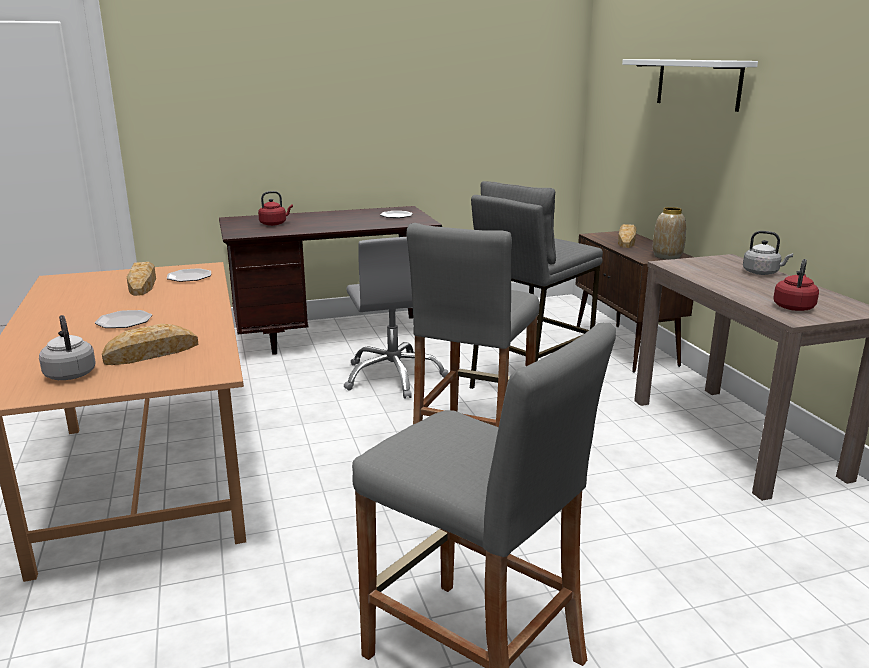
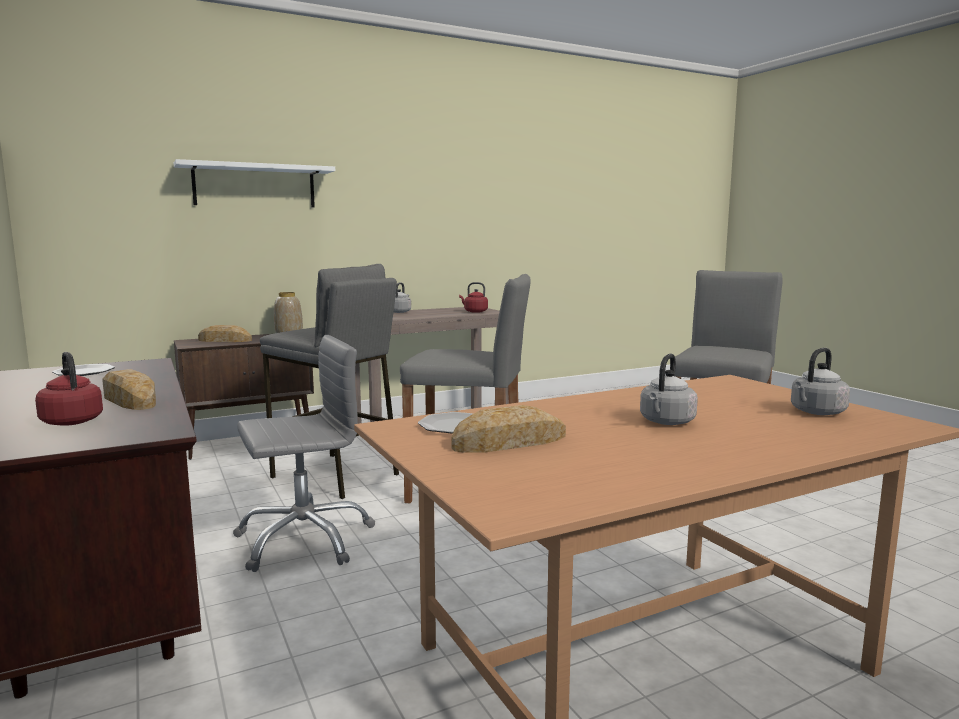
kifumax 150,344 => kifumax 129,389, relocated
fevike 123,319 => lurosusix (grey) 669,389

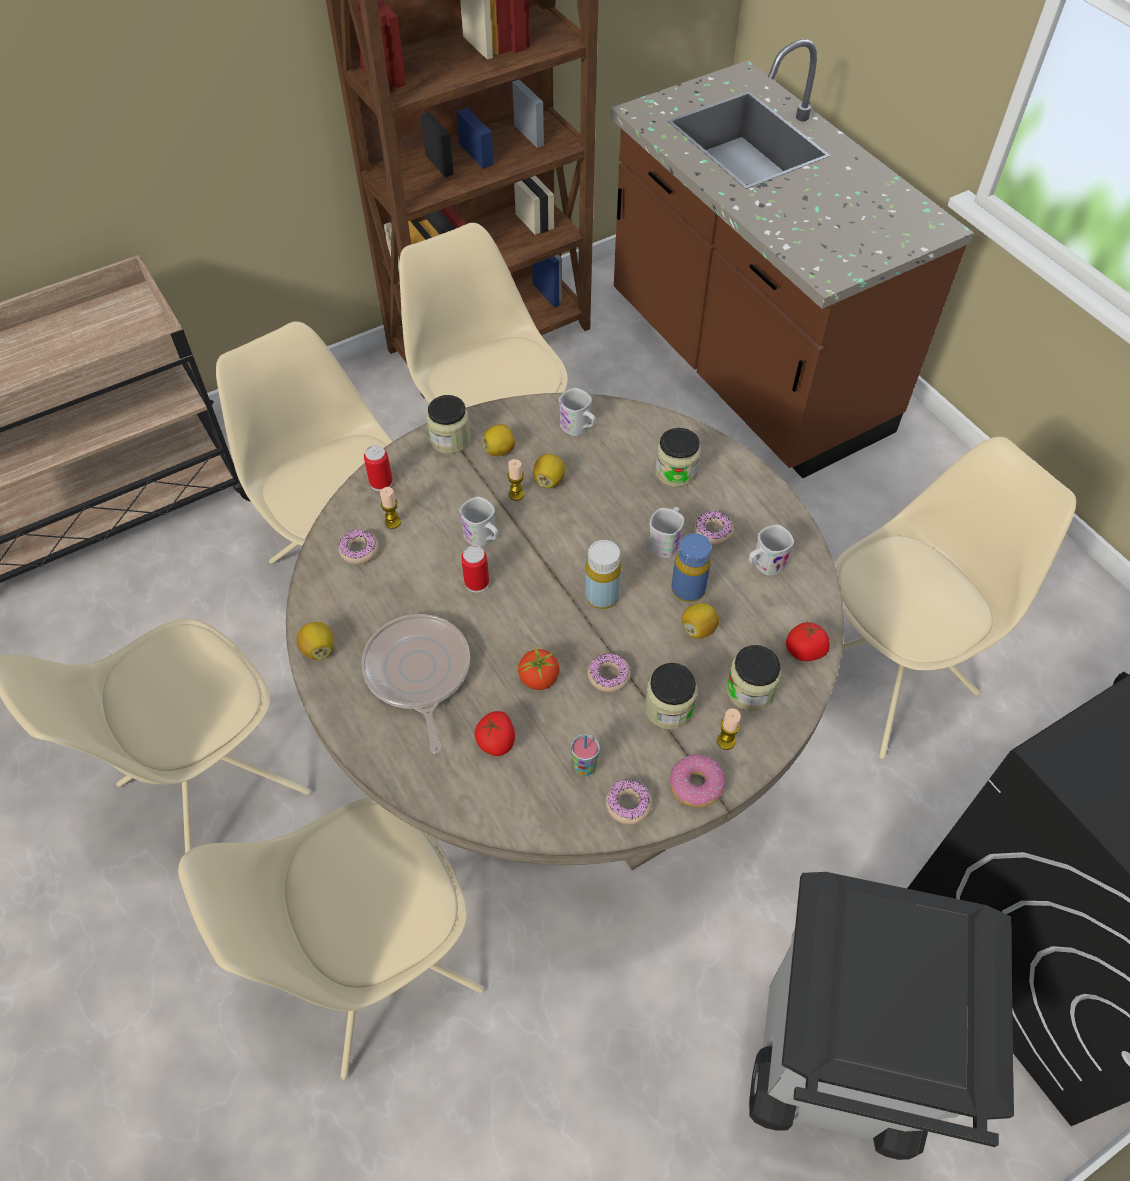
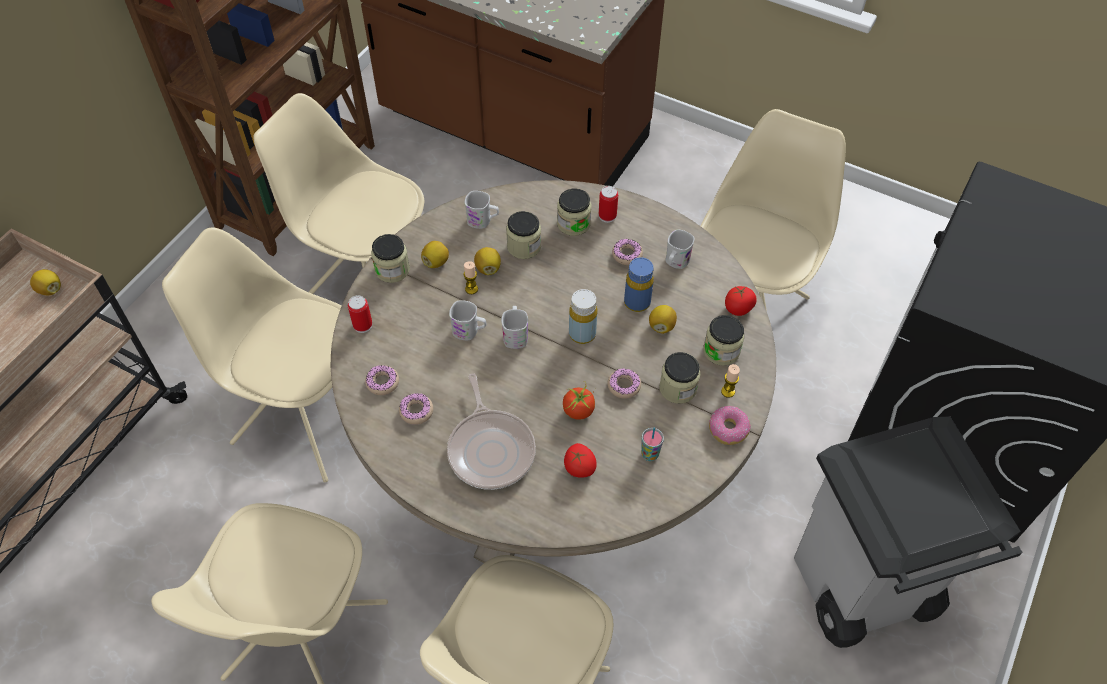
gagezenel 390,508 => nothing
nothing => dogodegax 523,235
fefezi 315,641 => fefezi 45,282, relocated
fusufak 475,569 => fusufak 608,204, relocated
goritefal 629,801 => goritefal 416,409, relocated
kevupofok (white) 666,532 => kevupofok (white) 514,327, relocated
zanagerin 415,684 => zanagerin 491,431, 150 degrees counterclockwise

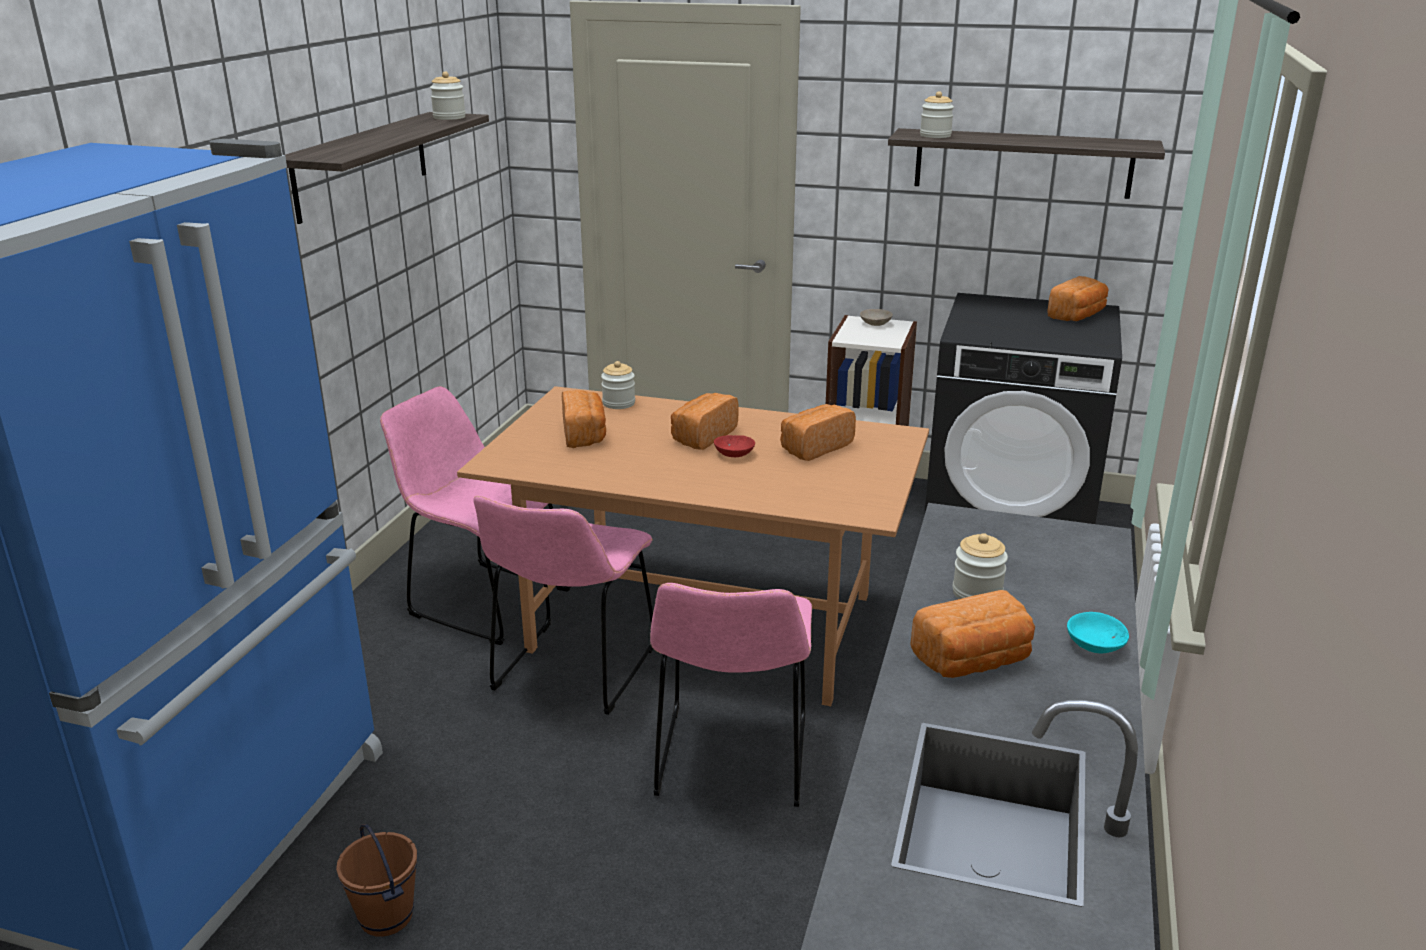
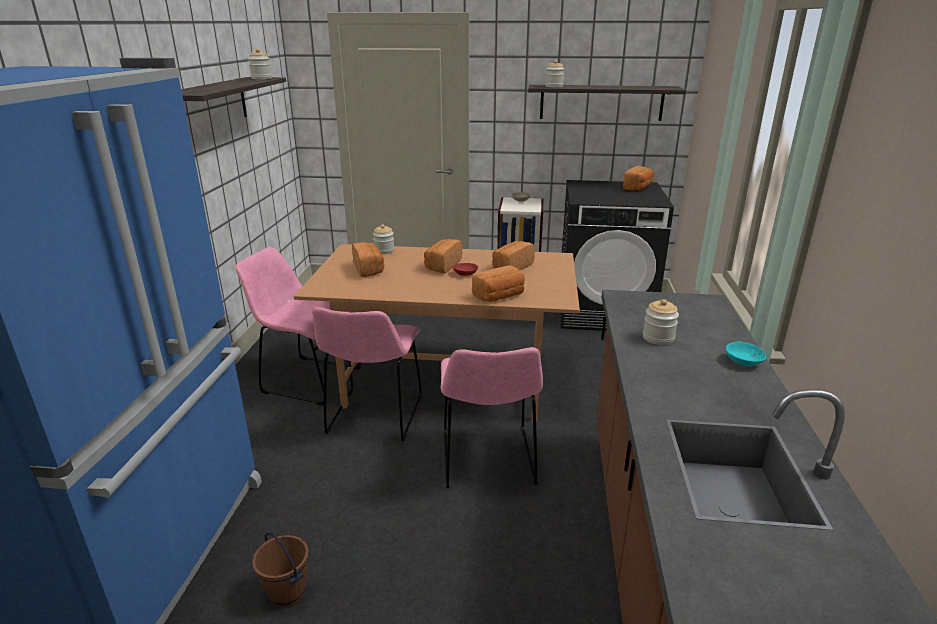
kifumax 972,634 => kifumax 498,283, relocated

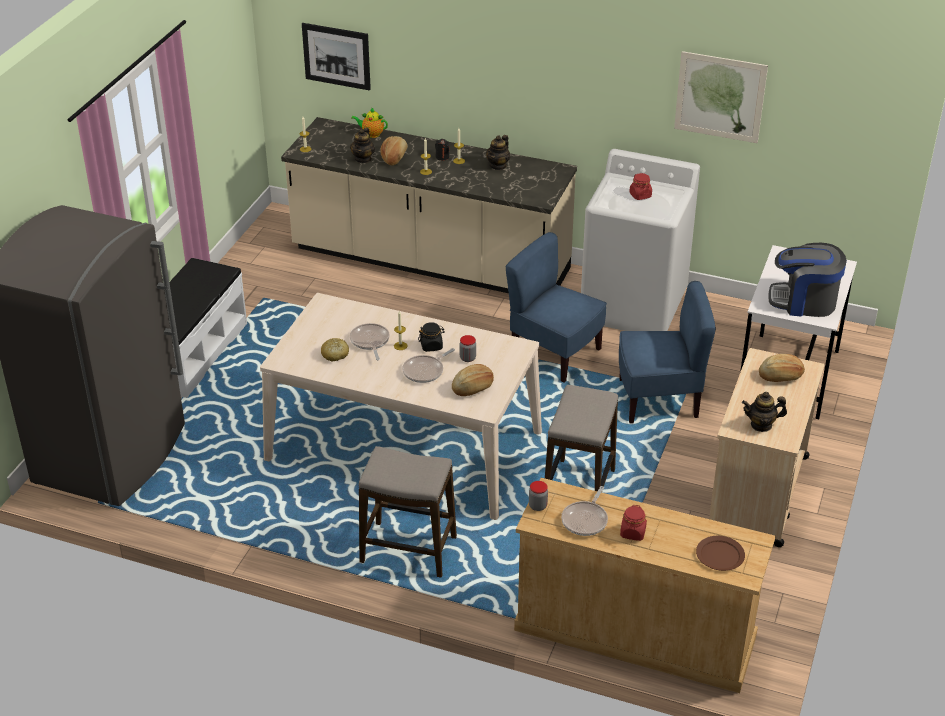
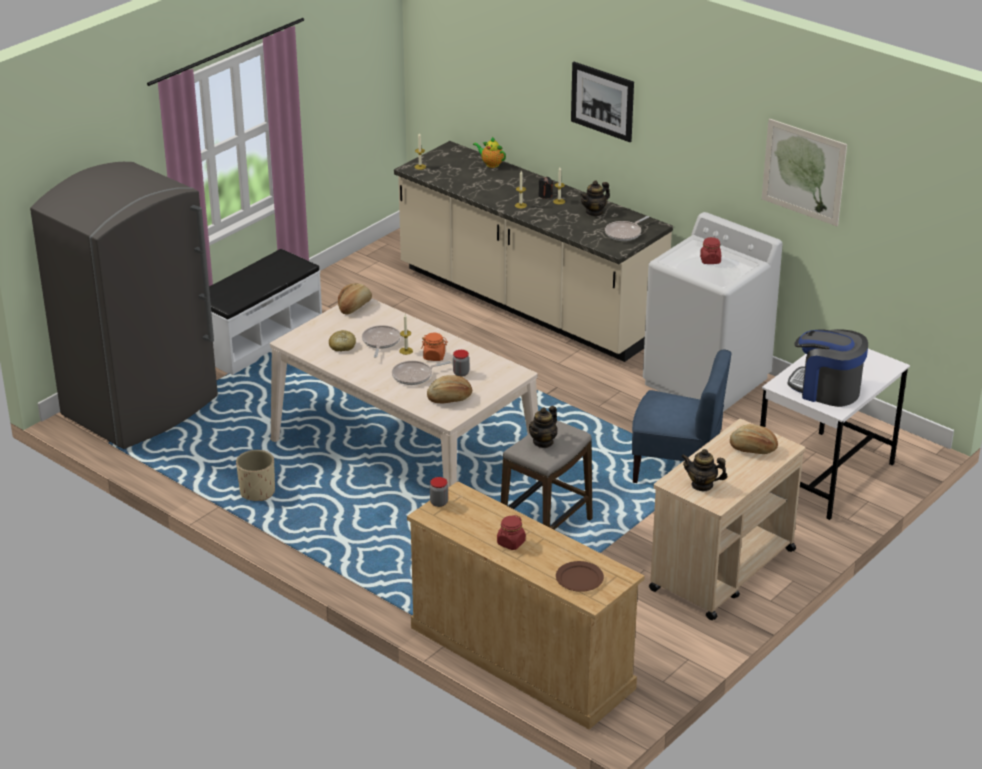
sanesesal 408,512 => nothing
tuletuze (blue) 556,307 => nothing
nothing => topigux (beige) 255,475
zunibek 336,56 => zunibek 602,102, relocated
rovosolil 362,145 => rovosolil 543,427, relocated
kifumax 394,150 => kifumax 355,299, relocated
zanagerin 584,511 => zanagerin 627,228, relocated
dogodegax (black) 431,337 => dogodegax (orange) 434,347

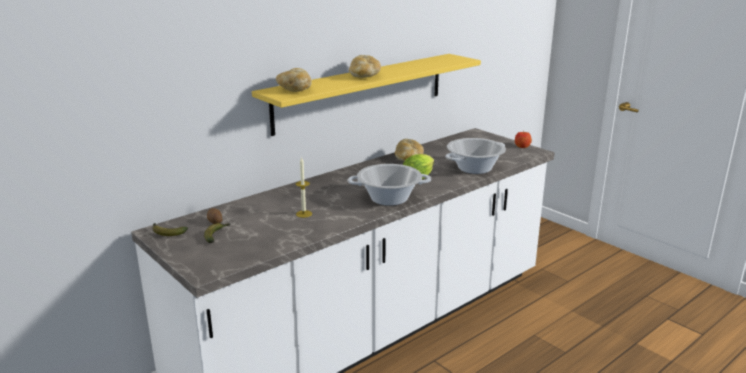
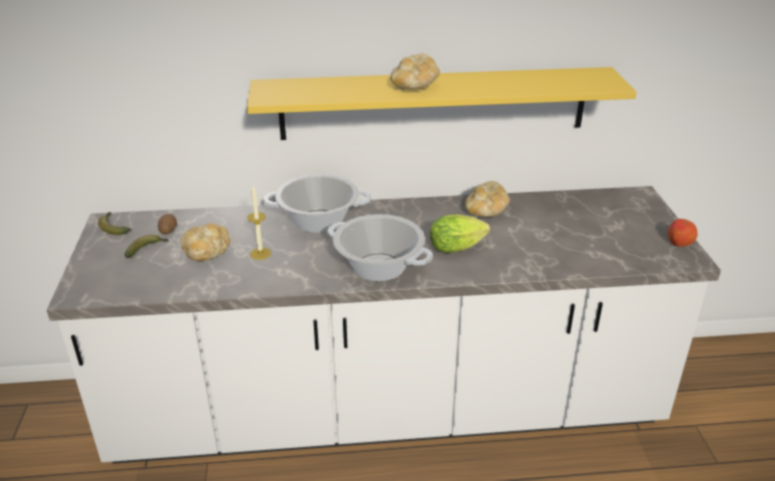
kifumax 294,80 => kifumax 205,242, relocated
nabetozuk 476,156 => nabetozuk 317,203, relocated

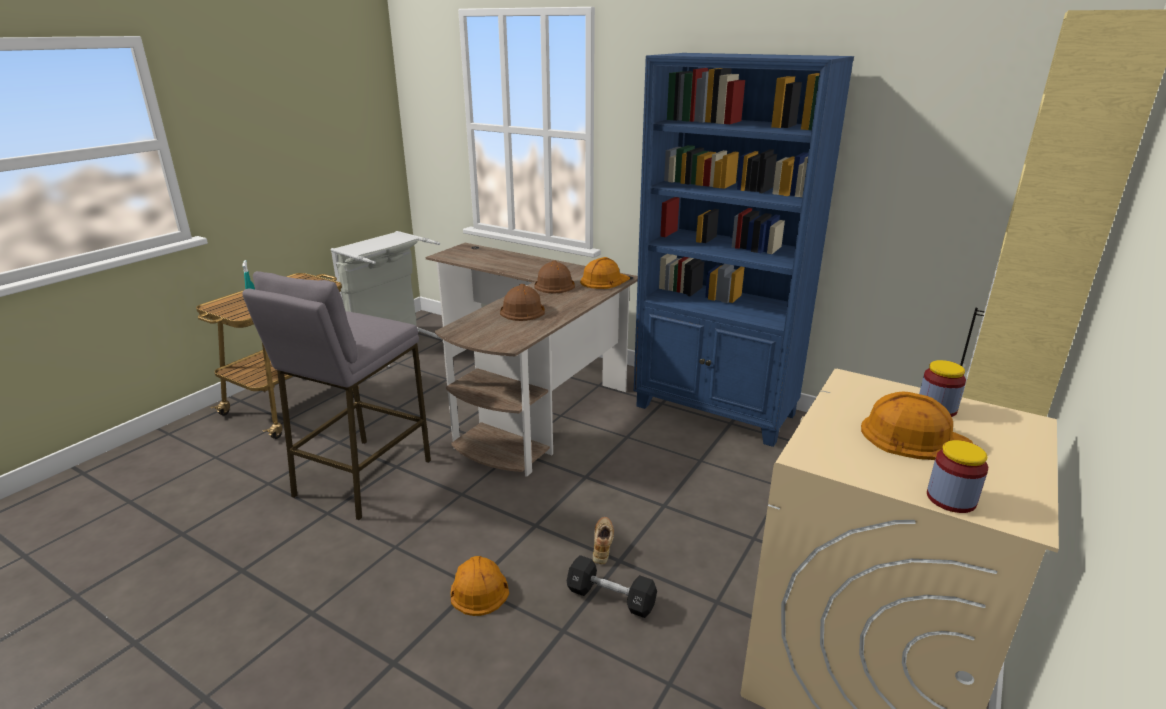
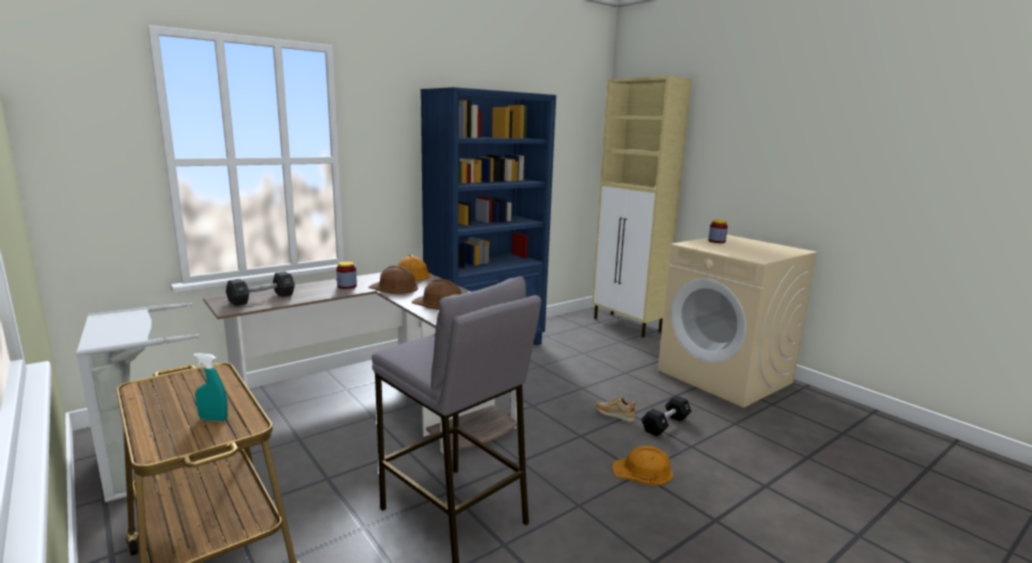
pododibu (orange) 917,425 => nothing
nothing => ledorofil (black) 260,288
dogodegax 957,476 => dogodegax 346,275, relocated

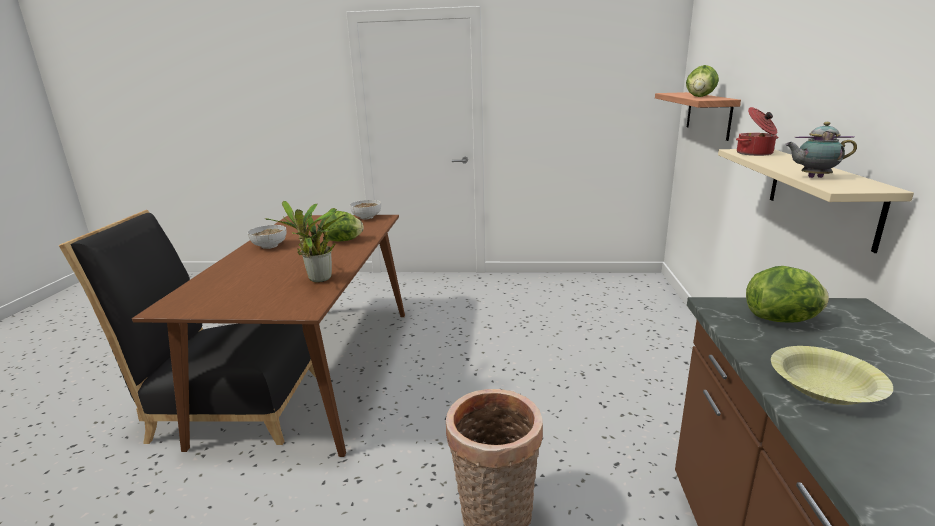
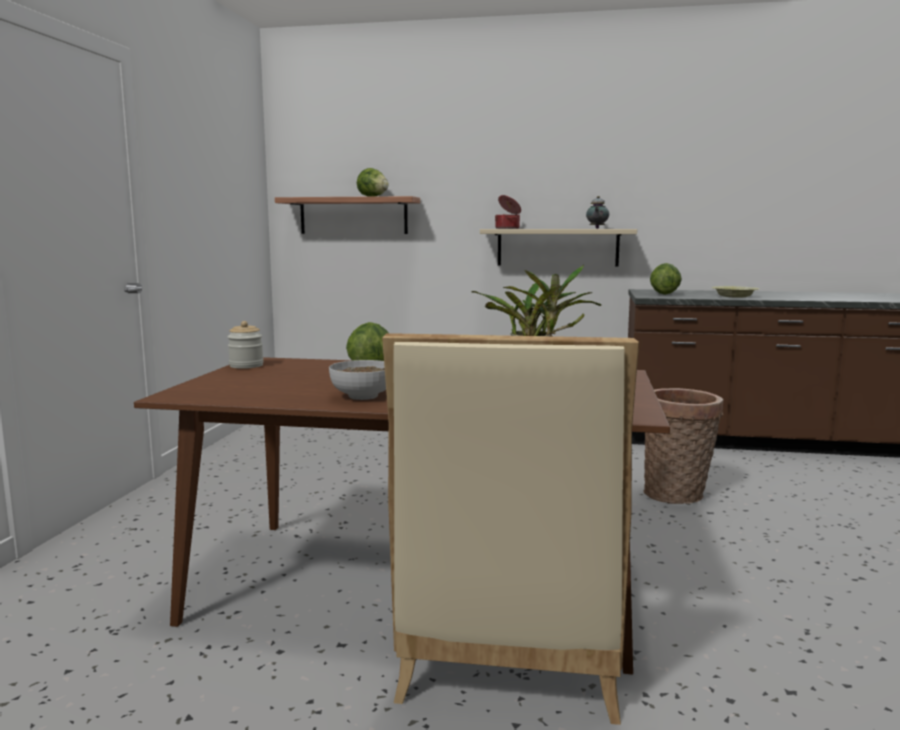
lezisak 365,209 => dogodegax 246,345
tuletuze (black) 187,327 => tuletuze (beige) 510,529

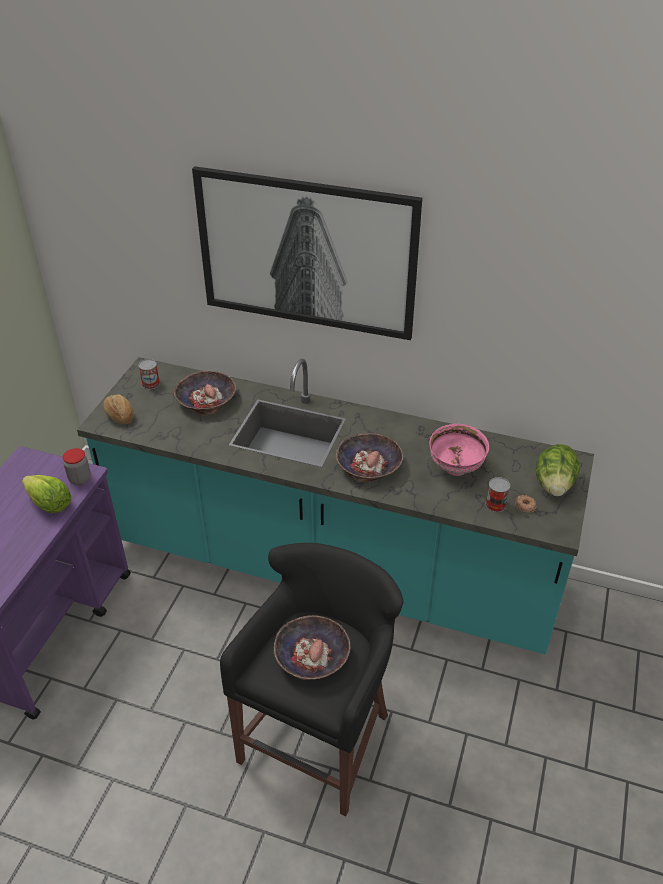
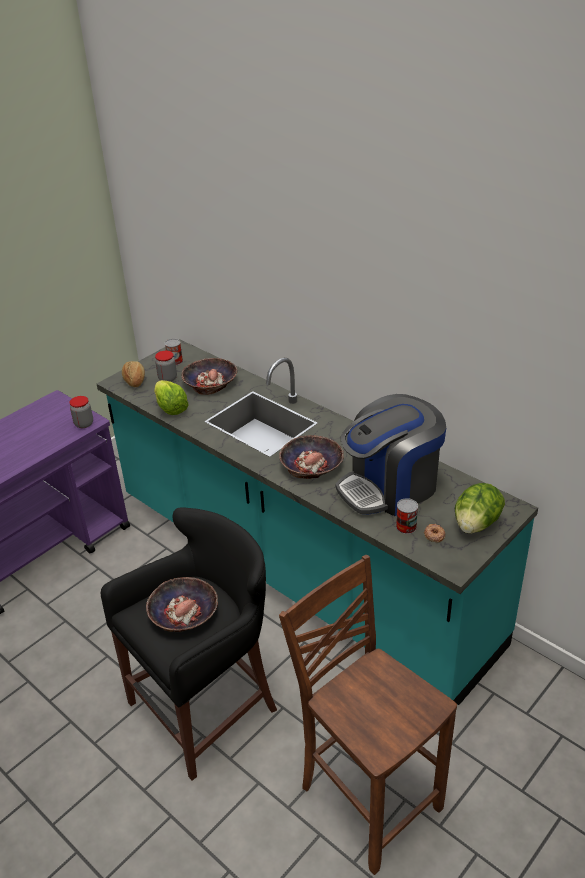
zunibek 307,253 => nothing
nothing => dogodegax 166,366
nothing => tuletuze (brown) 368,715
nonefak 46,494 => nonefak 171,397, relocated
lezisak (pink) 459,450 => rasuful 391,455

